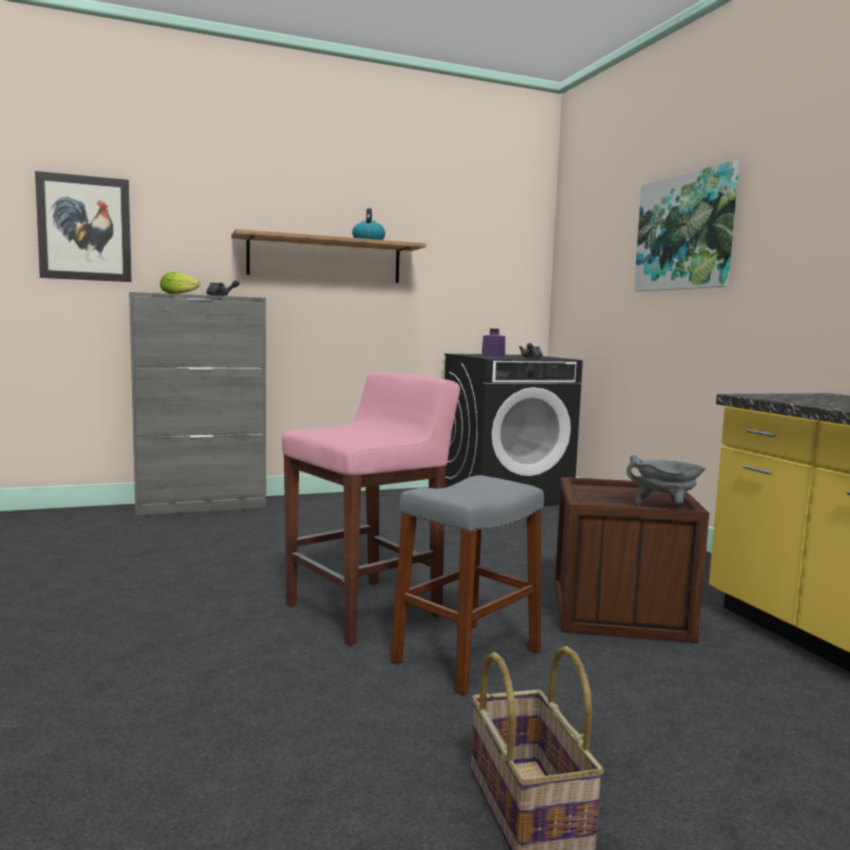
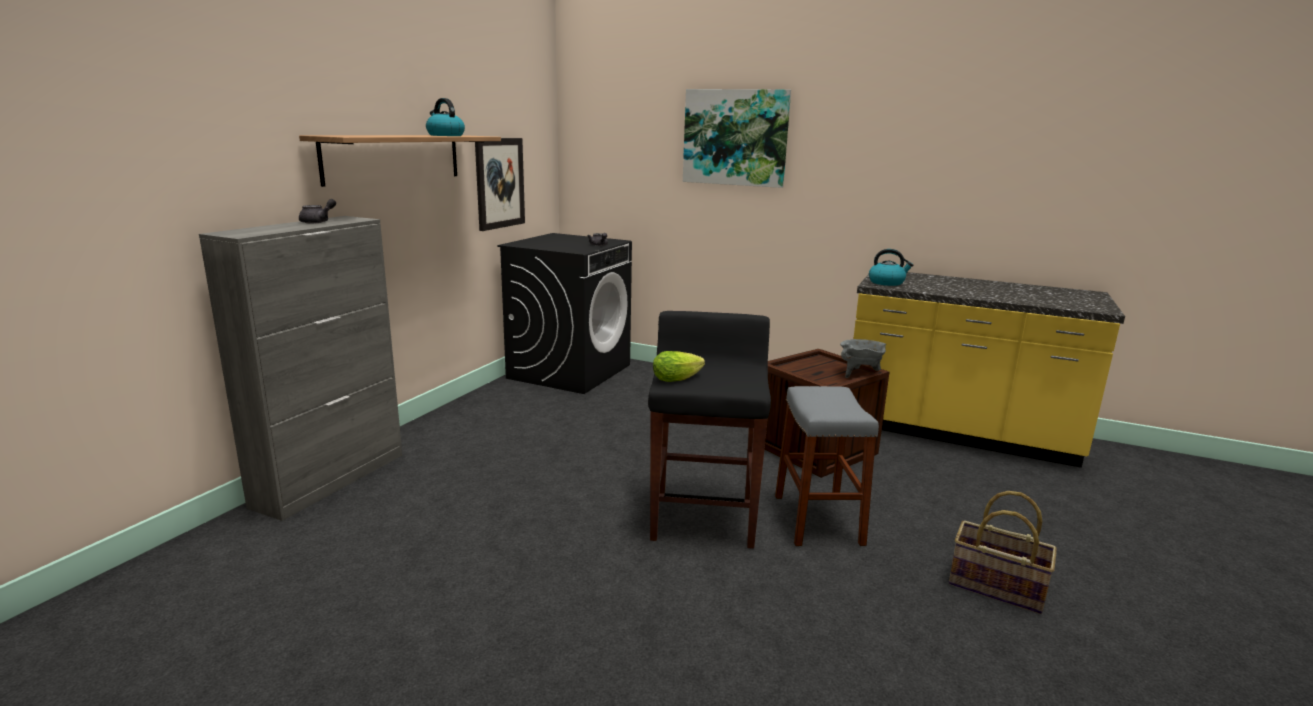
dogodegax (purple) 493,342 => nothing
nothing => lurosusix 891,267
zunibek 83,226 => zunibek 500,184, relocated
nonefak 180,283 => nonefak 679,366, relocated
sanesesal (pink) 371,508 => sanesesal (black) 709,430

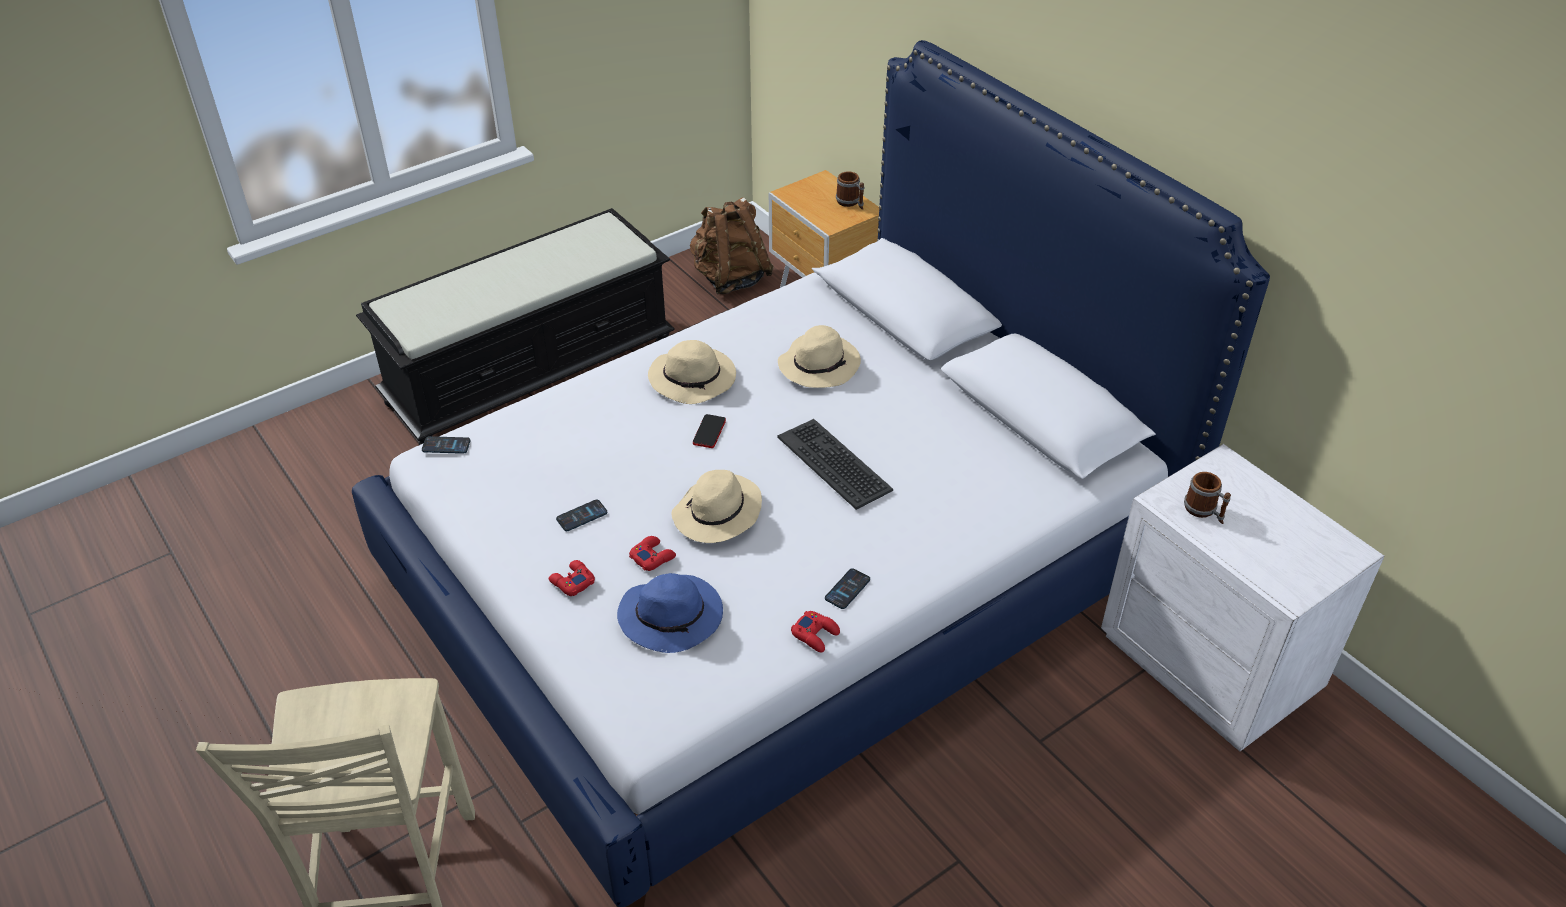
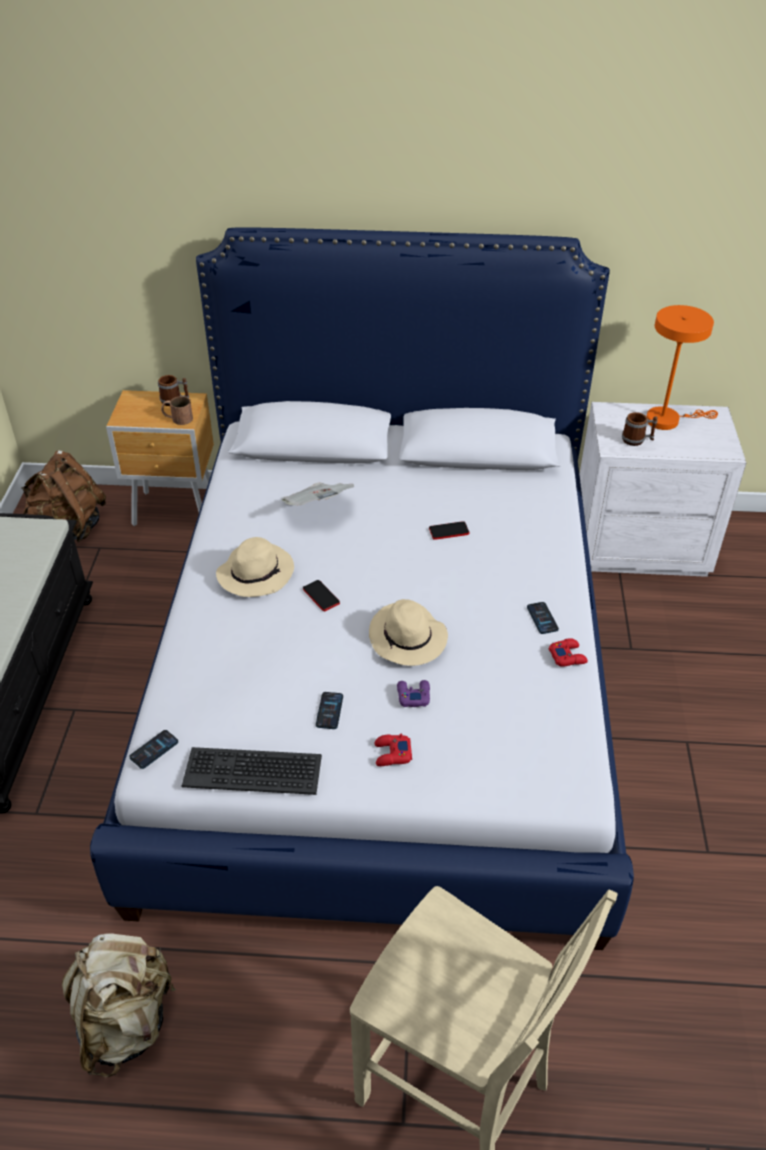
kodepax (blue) 670,613 => nothing
nothing => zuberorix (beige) 119,1005
nothing => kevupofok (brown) 177,410
nothing => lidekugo 449,530
nothing => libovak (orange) 682,367
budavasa 835,464 => budavasa 251,771, relocated
kodepax (beige) 819,356 => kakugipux 318,493
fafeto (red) 652,553 => fafeto (purple) 413,693

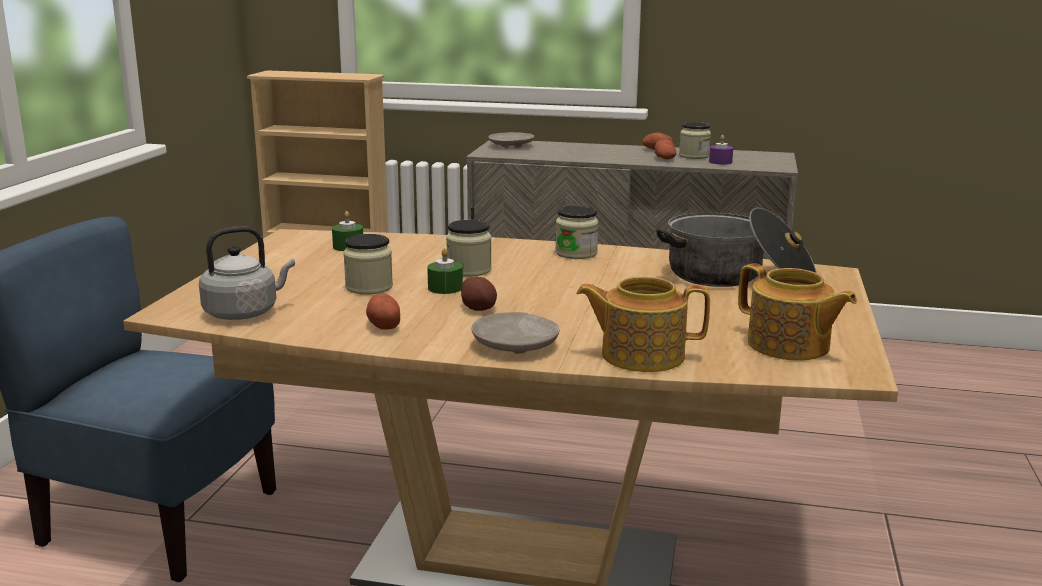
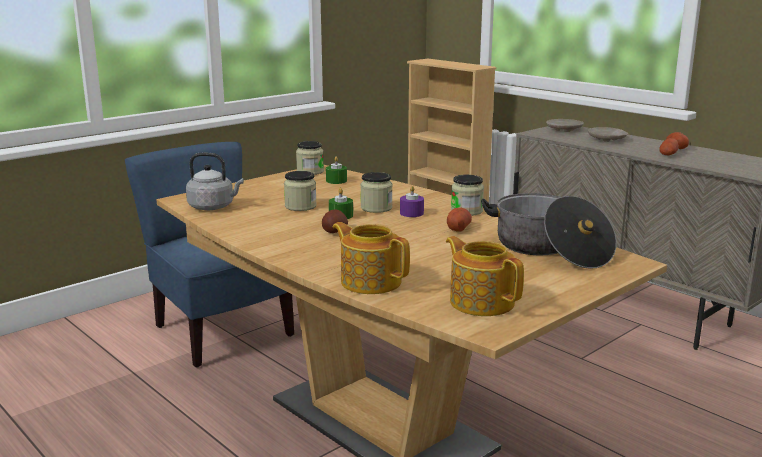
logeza 383,311 => logeza 459,219, relocated
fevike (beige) 515,333 => fevike (beige) 608,134, relocated
dogodegax 695,140 => dogodegax 310,158, relocated
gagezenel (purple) 721,150 => gagezenel (purple) 412,201, relocated
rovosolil 797,312 => rovosolil 485,276, 150 degrees clockwise

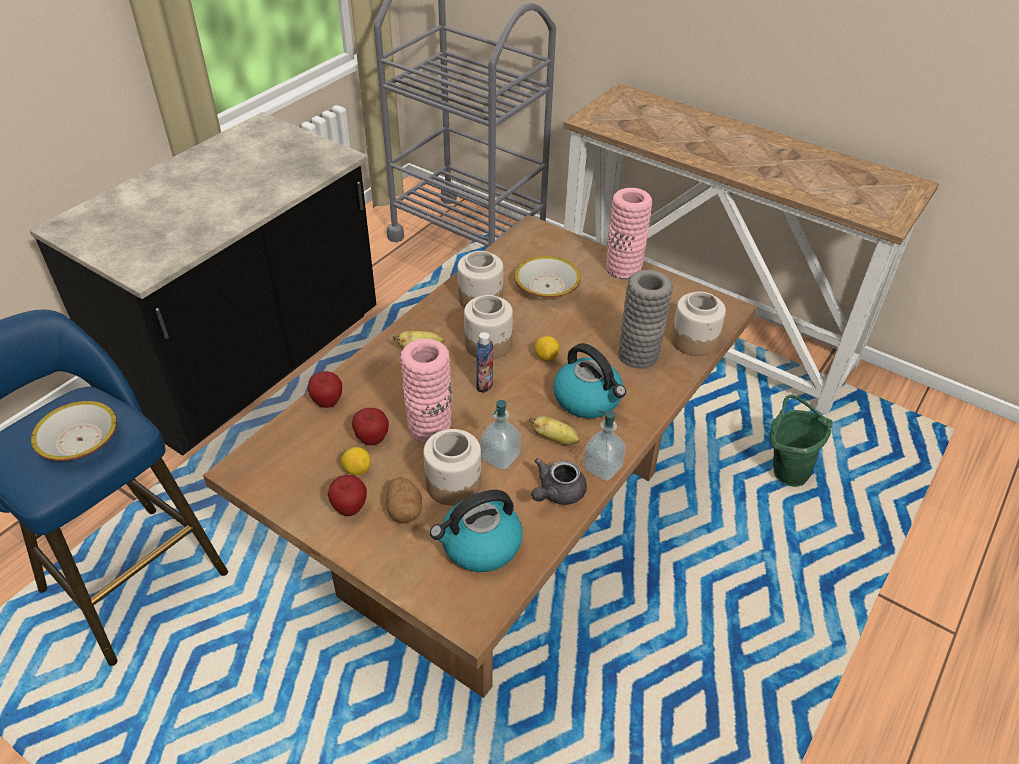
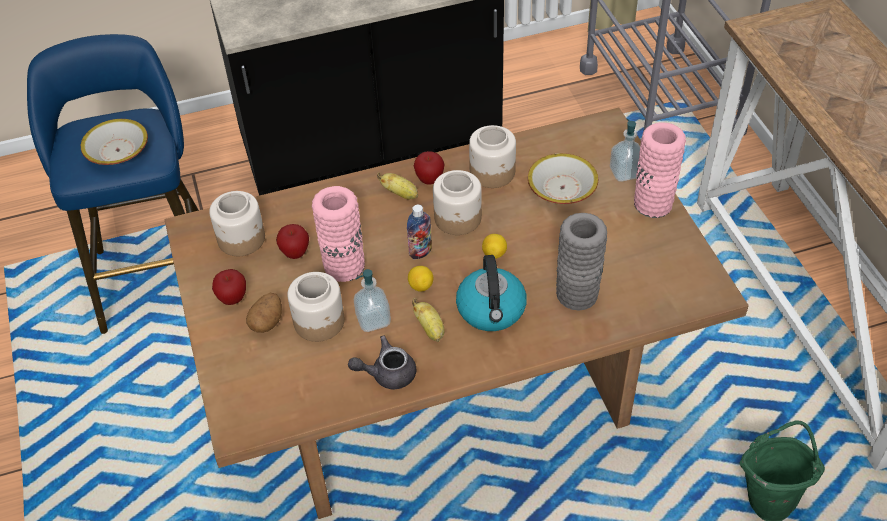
lurosusix 476,531 => nothing
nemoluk 324,389 => nemoluk 429,168, relocated
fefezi 356,461 => fefezi 421,279, relocated
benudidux 604,445 => benudidux 625,150, relocated
dogodegax 698,324 => dogodegax 237,223, relocated

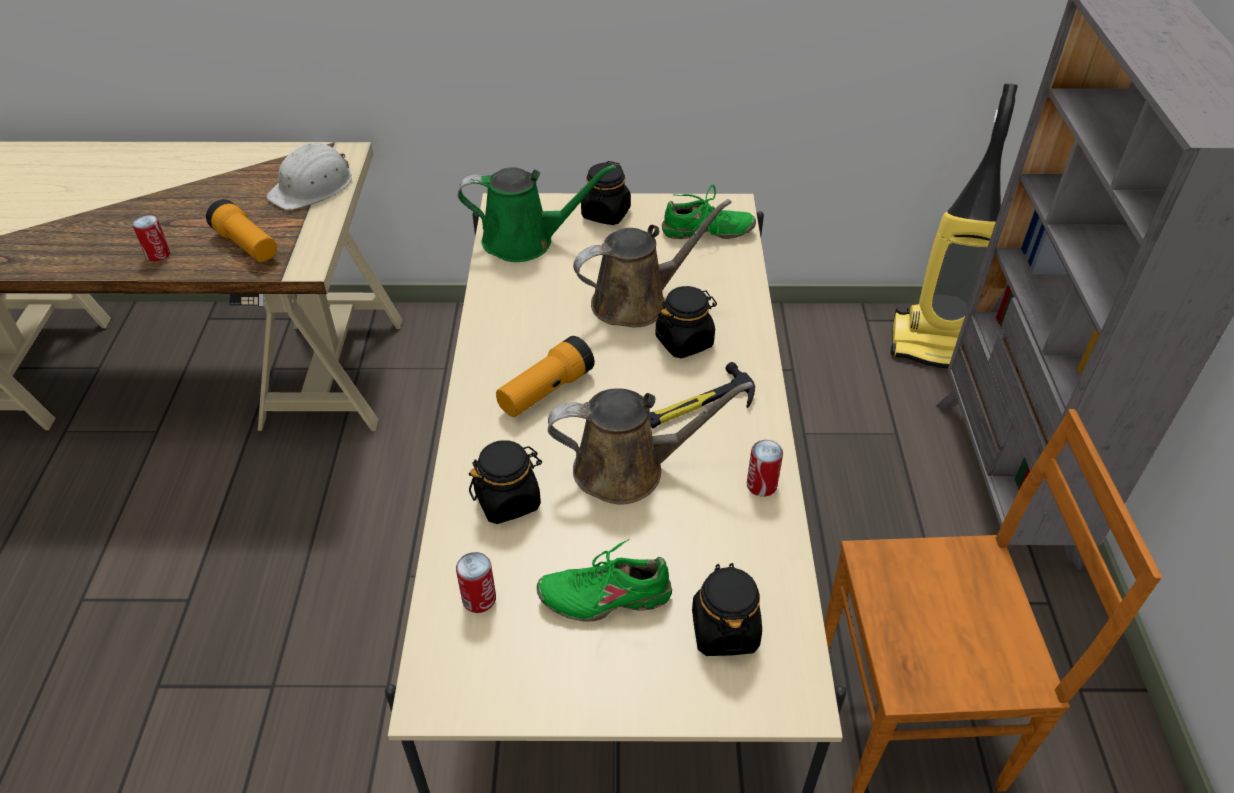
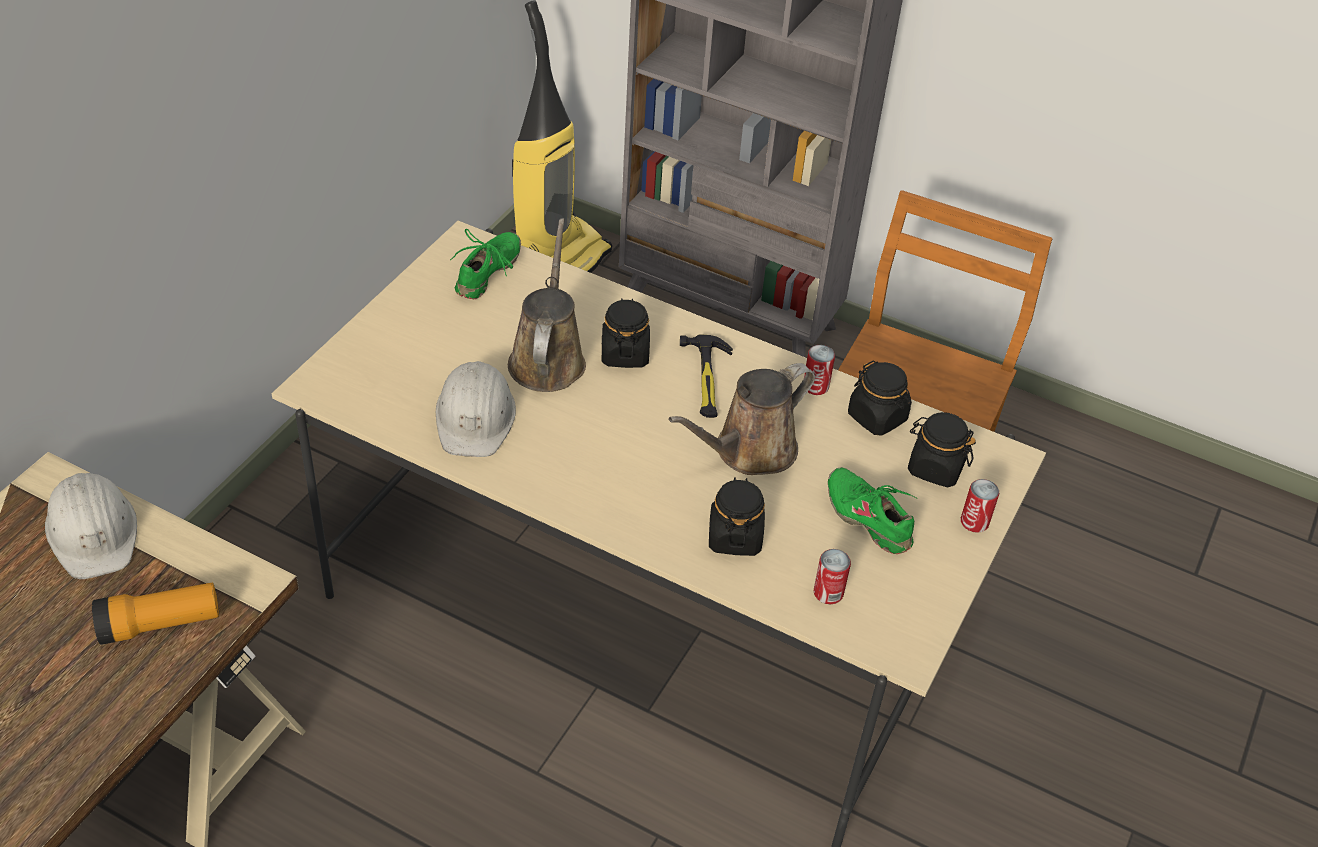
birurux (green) 537,213 => nothing
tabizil 545,376 => nothing
nothing => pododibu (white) 476,409
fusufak 151,238 => fusufak 980,506, relocated
dogodegax (black) 606,193 => dogodegax (black) 880,398, relocated
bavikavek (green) 604,580 => bavikavek (green) 872,510, 120 degrees clockwise
birurux (brown) 650,443 => birurux (brown) 741,419, 150 degrees counterclockwise

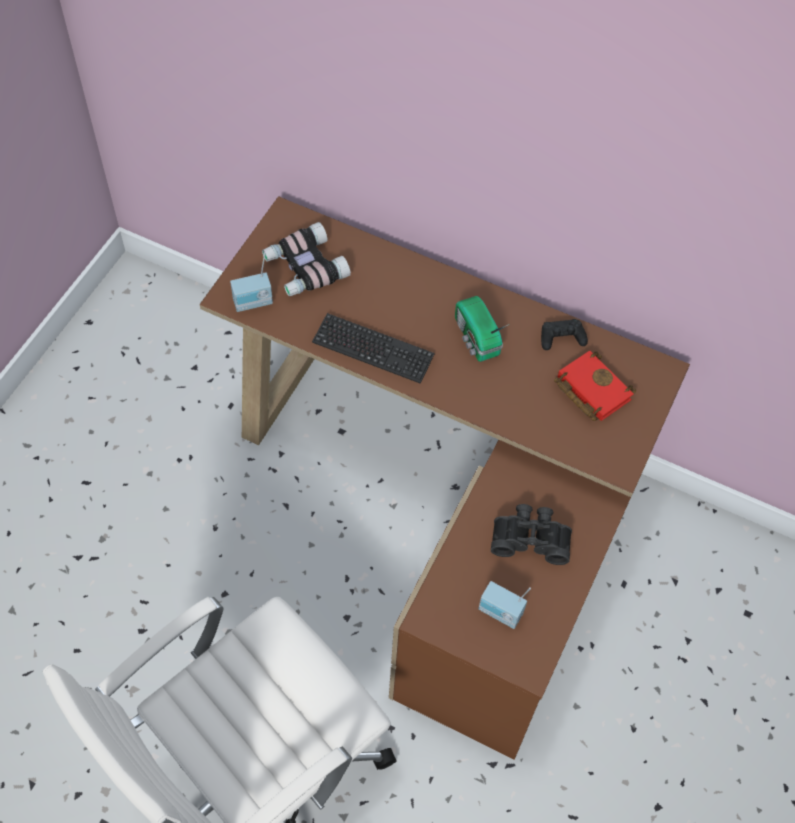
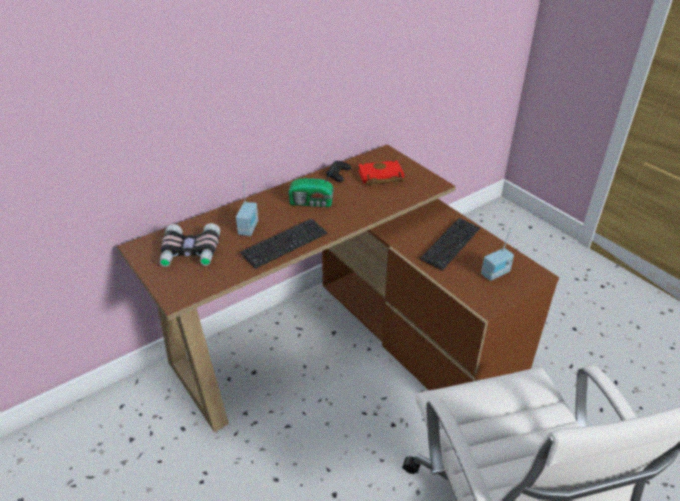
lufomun 251,282 => lufomun 247,208, relocated
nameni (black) 531,534 => budavasa 450,244

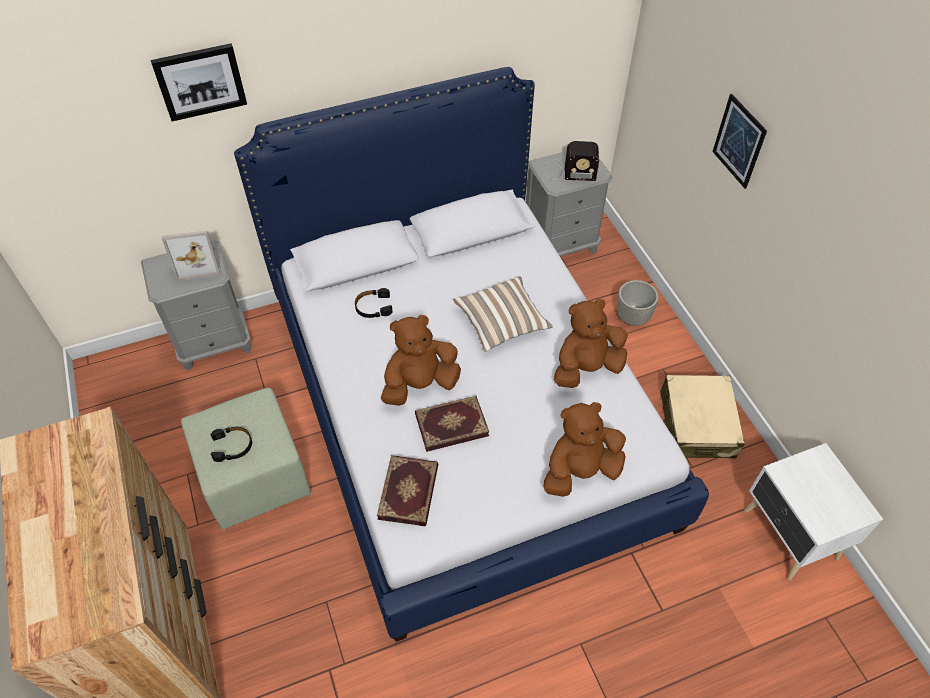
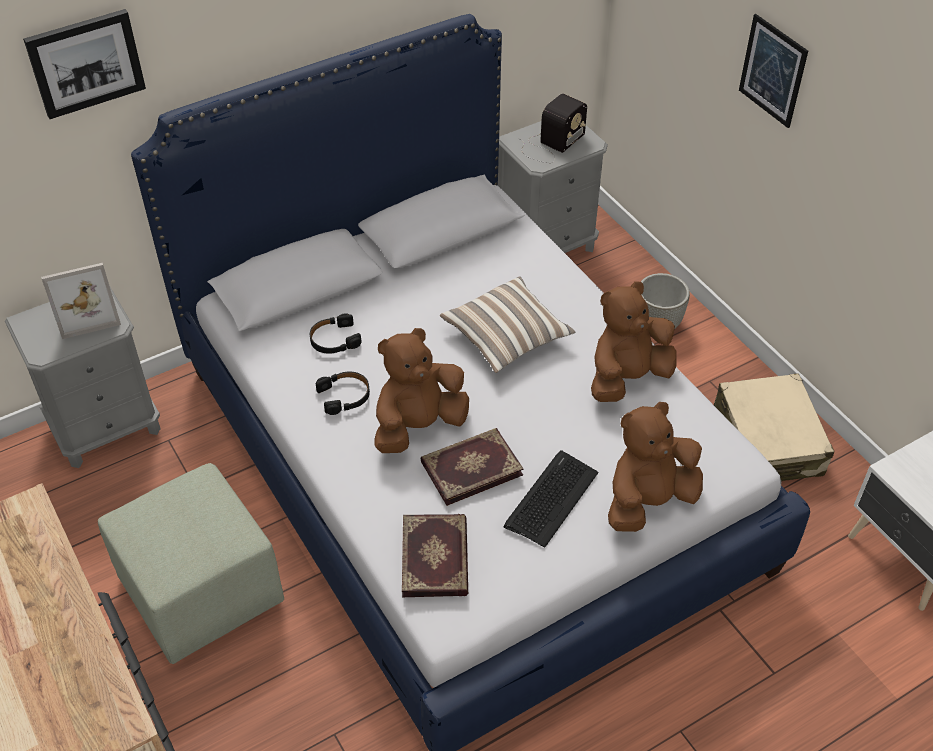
nothing => budavasa 551,499
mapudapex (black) 231,444 => mapudapex (black) 343,393, relocated
lufomun 572,161 => lufomun 552,128, 45 degrees counterclockwise

